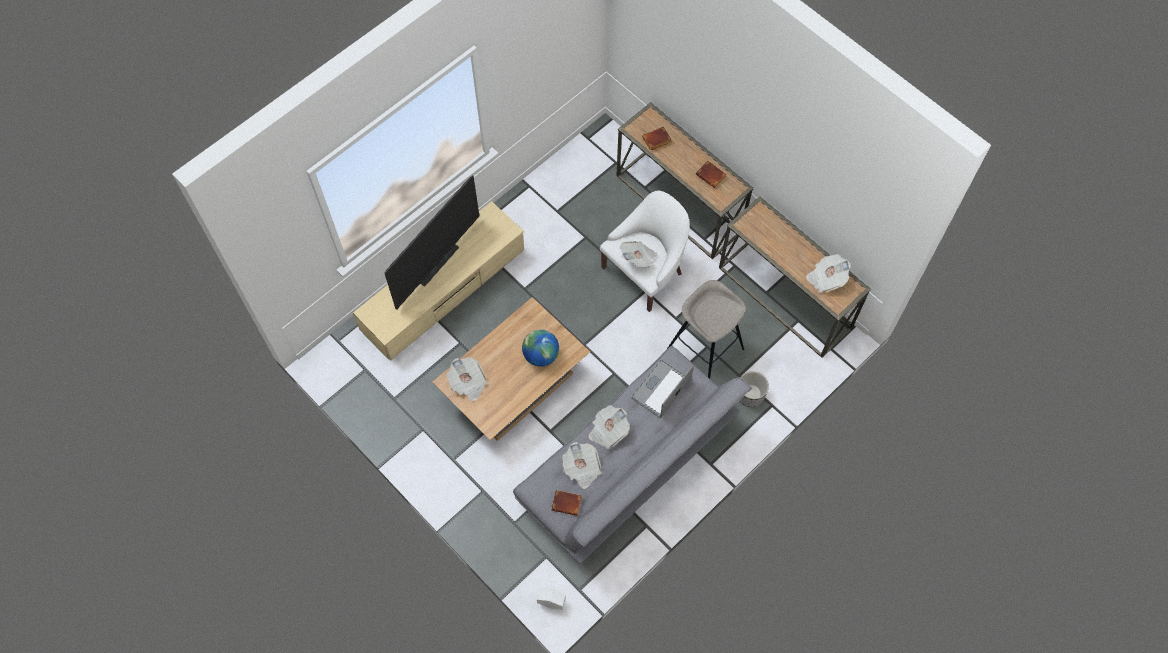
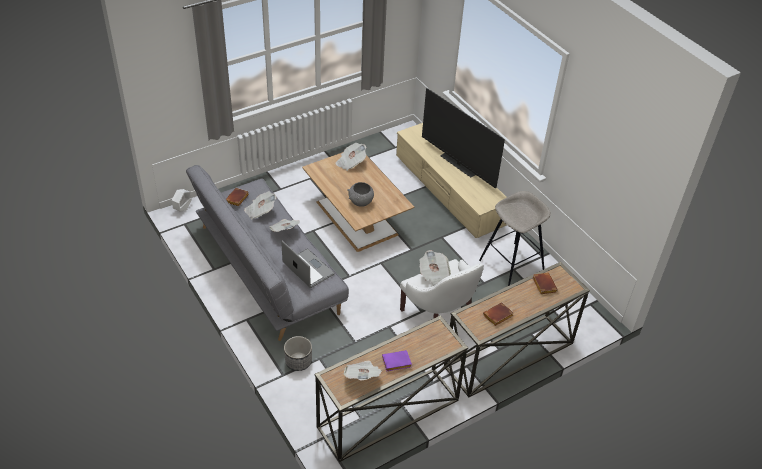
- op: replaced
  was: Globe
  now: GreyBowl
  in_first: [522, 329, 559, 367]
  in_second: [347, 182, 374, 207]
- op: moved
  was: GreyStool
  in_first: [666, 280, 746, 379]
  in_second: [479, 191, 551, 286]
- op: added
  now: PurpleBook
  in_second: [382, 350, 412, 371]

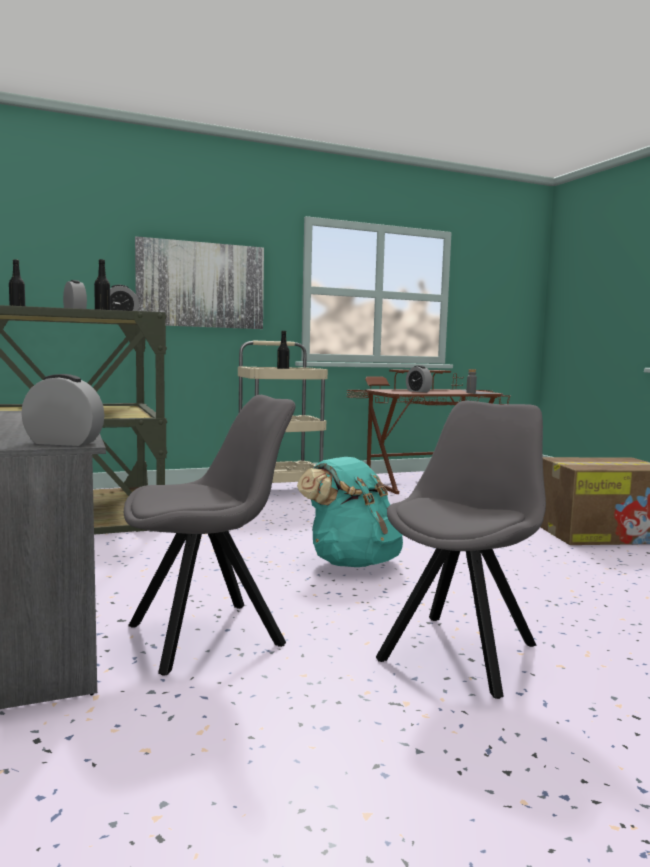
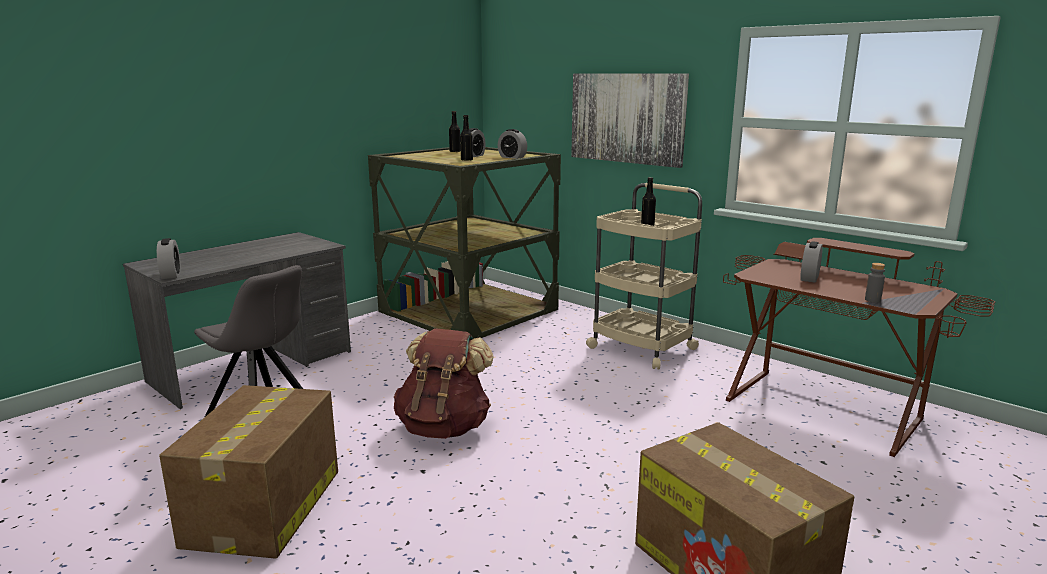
- op: recoloured
  was: TurquoiseBackpack
  now: BrownBackpack
  in_first: [297, 457, 403, 567]
  in_second: [394, 328, 494, 439]
- op: replaced
  was: GreyChair
  now: CardboardBox
  in_first: [376, 401, 546, 699]
  in_second: [159, 385, 338, 559]

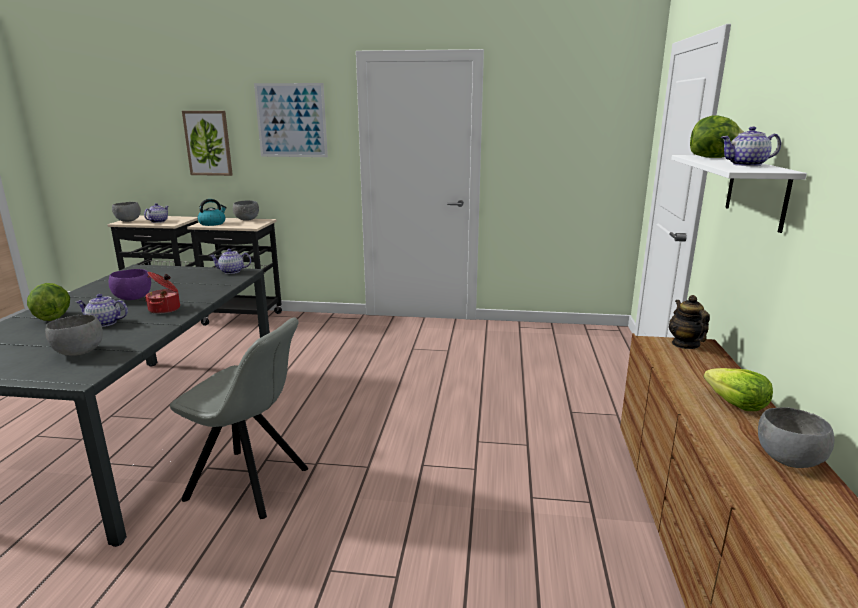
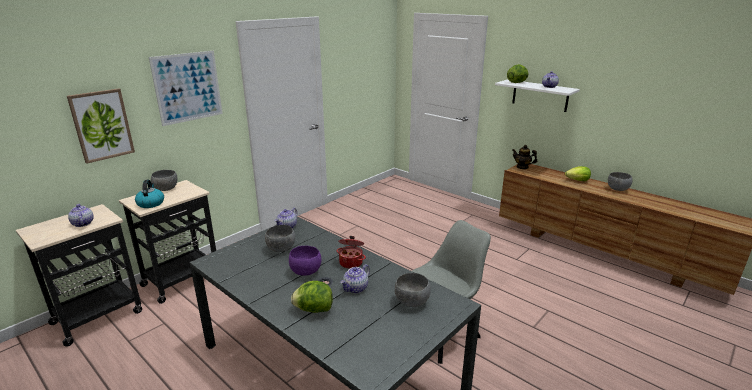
- op: moved
  was: GreyBowl
  in_first: [112, 202, 141, 222]
  in_second: [265, 225, 295, 252]

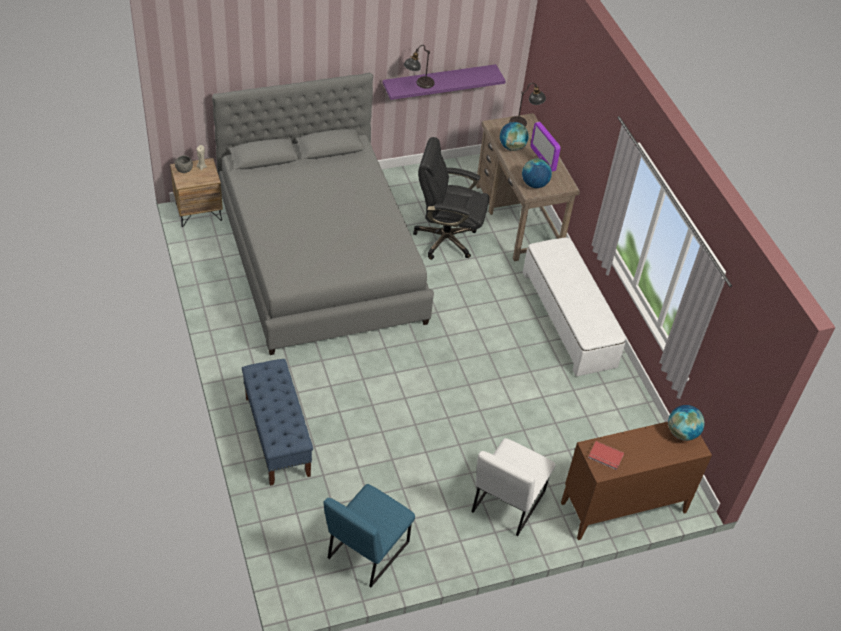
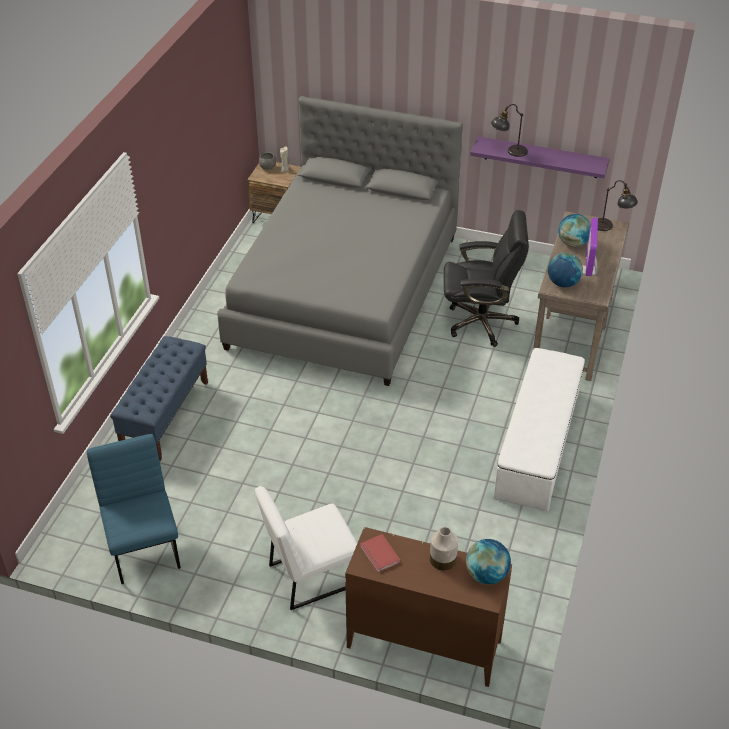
- op: turned
  was: BlueChair
  in_first: [323, 484, 415, 587]
  in_second: [87, 434, 181, 584]
  clockwise: 90
- op: turned
  was: BlackOfficeChair
  in_first: [413, 137, 489, 260]
  in_second: [444, 210, 529, 347]
  clockwise: 135
- op: added
  now: BeigeVase
  in_second: [430, 527, 458, 570]

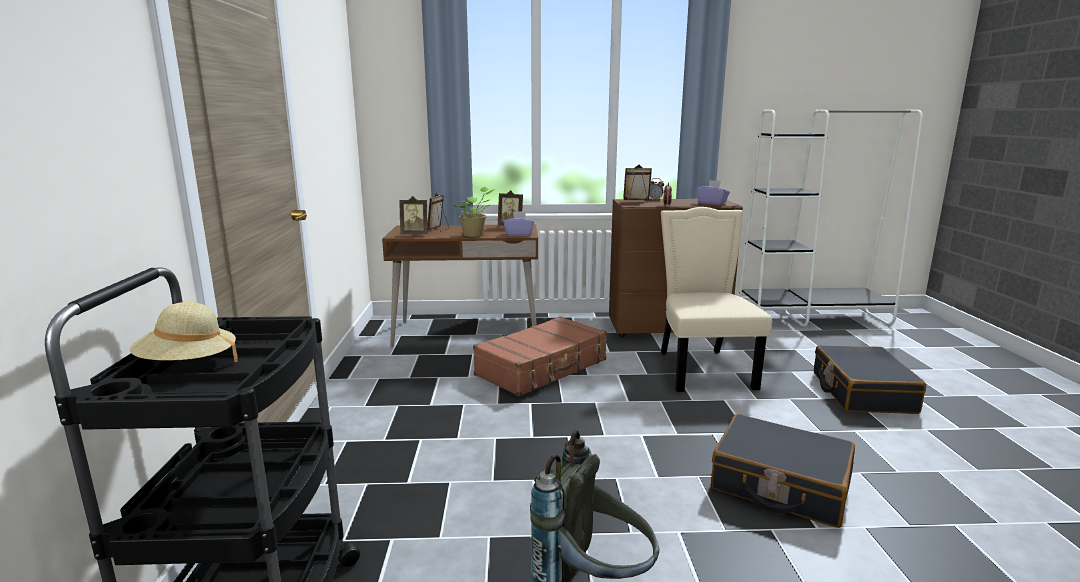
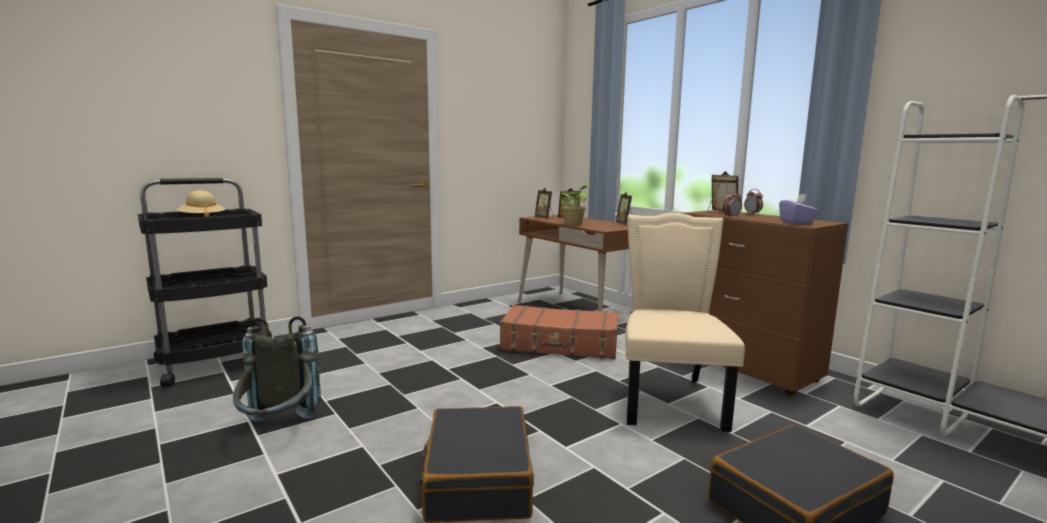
- op: removed
  was: PurpleTissueBox
  in_first: [503, 211, 534, 236]
- op: turned
  was: BeigeChair
  in_first: [661, 207, 772, 392]
  in_second: [625, 213, 745, 432]
  clockwise: -45

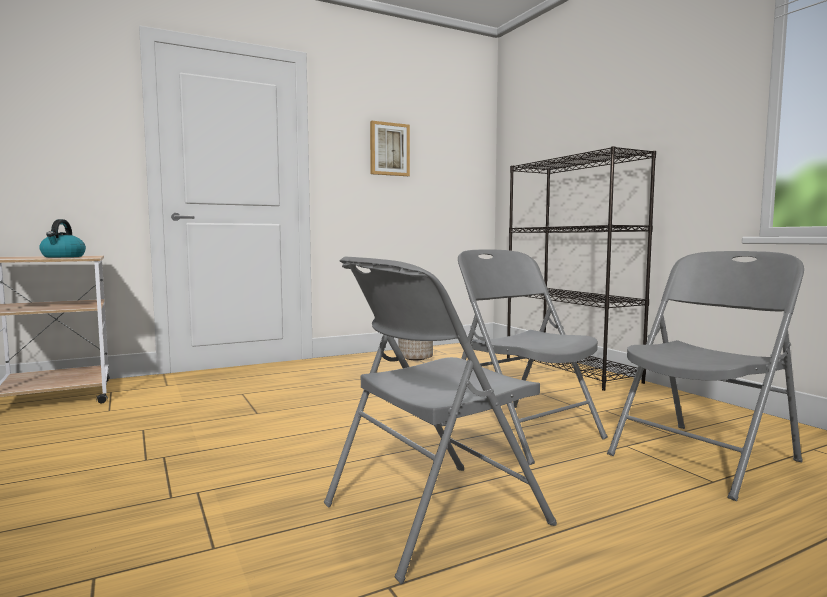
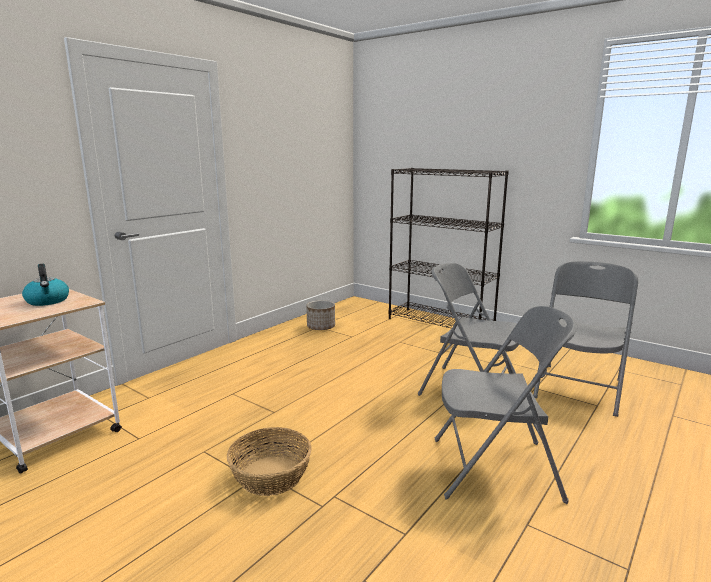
- op: turned
  was: GreyChair
  in_first: [324, 257, 557, 584]
  in_second: [435, 306, 578, 504]
  clockwise: -120
- op: removed
  was: Picture
  in_first: [370, 121, 410, 176]
- op: added
  now: Basket
  in_second: [227, 427, 312, 496]

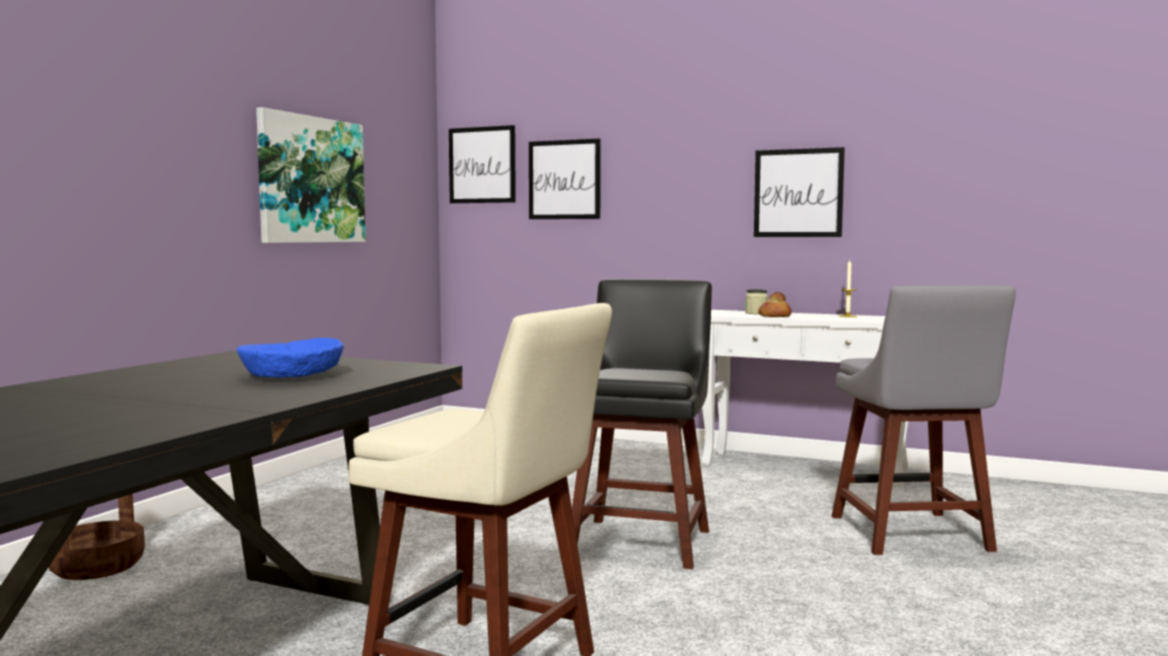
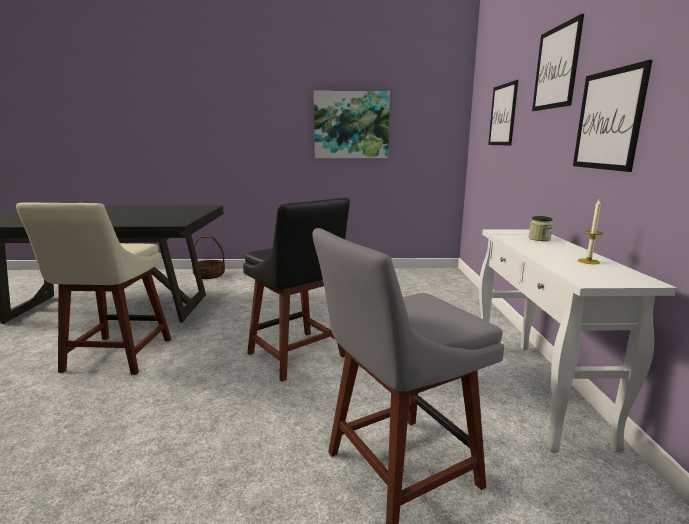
- op: removed
  was: BlueBowl
  in_first: [237, 338, 344, 378]
- op: moved
  was: Picture
  in_first: [449, 125, 516, 203]
  in_second: [532, 14, 584, 111]
- op: turned
  was: BlackChair
  in_first: [572, 279, 712, 569]
  in_second: [243, 198, 350, 382]
  clockwise: 60
- op: removed
  was: Bread
  in_first: [758, 292, 792, 317]

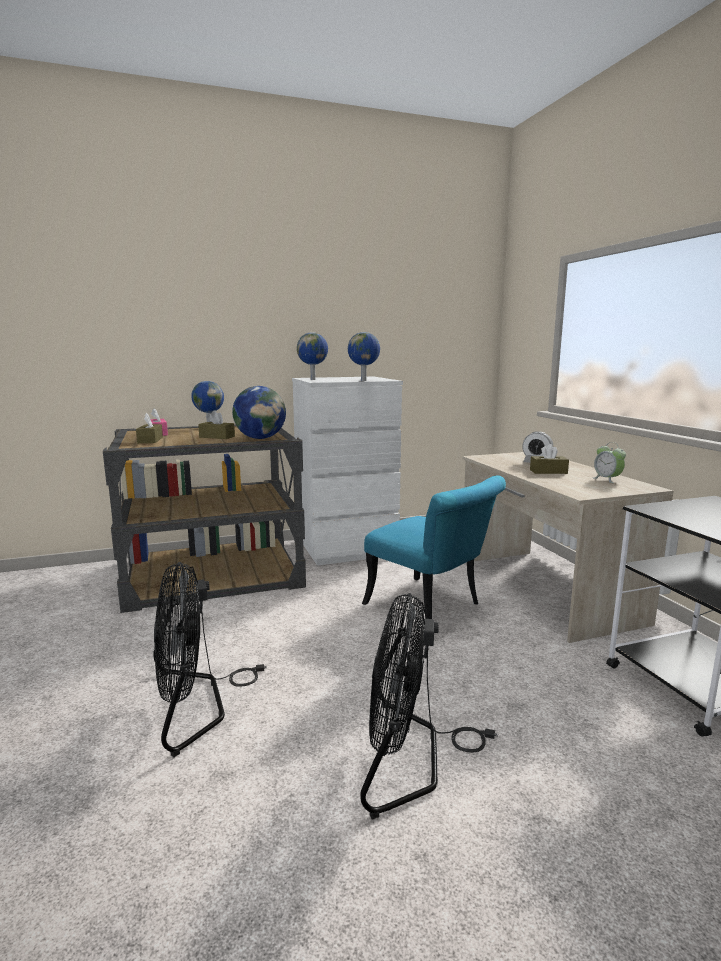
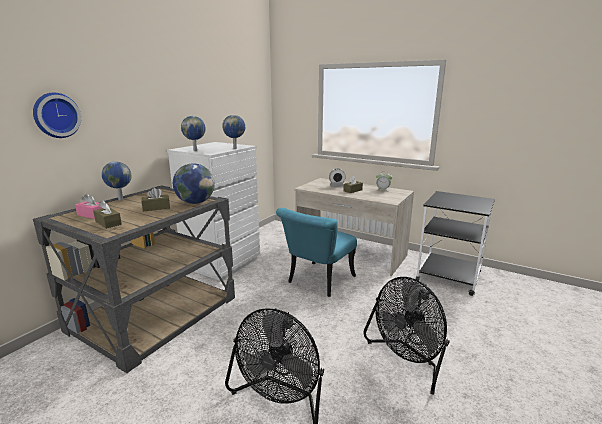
- op: turned
  was: TurquoiseChair
  in_first: [362, 475, 506, 619]
  in_second: [276, 208, 357, 297]
  clockwise: 120
- op: added
  now: WallClock
  in_second: [33, 93, 81, 138]

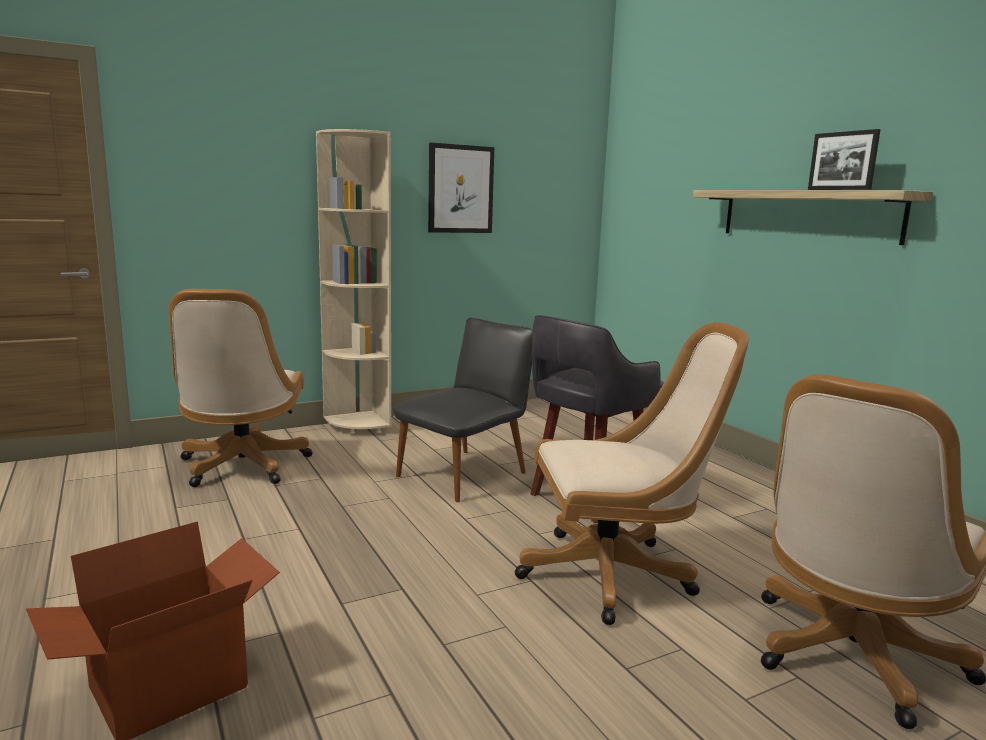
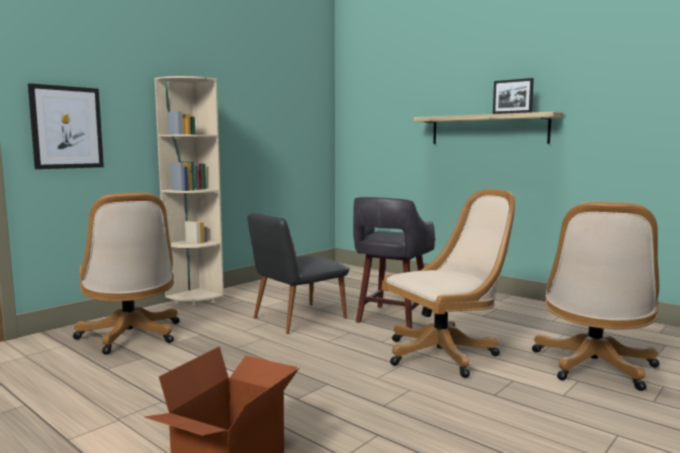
- op: turned
  was: BlackChair
  in_first: [392, 318, 533, 502]
  in_second: [248, 213, 350, 334]
  clockwise: -150
- op: moved
  was: Picture
  in_first: [428, 143, 494, 233]
  in_second: [28, 83, 104, 169]

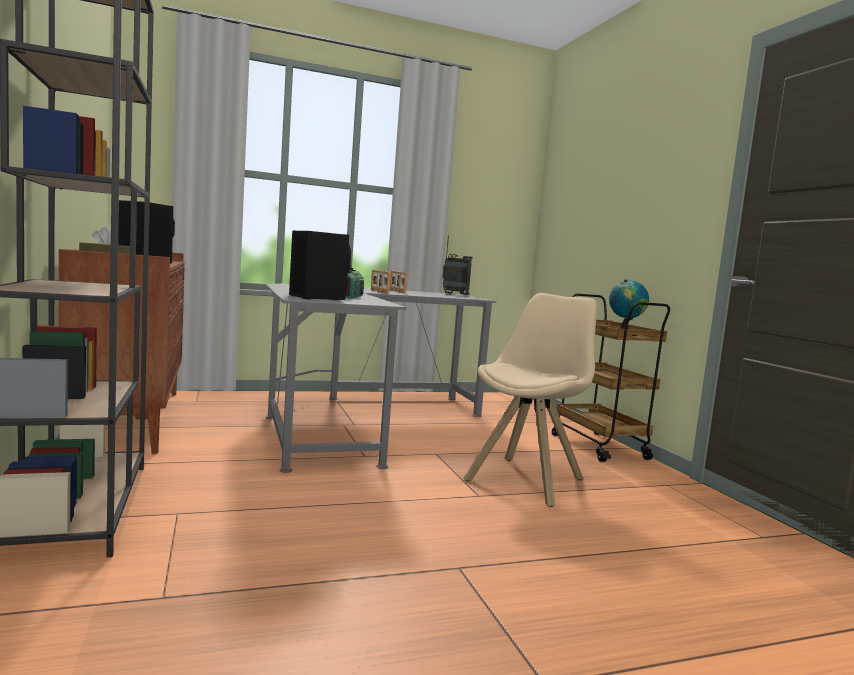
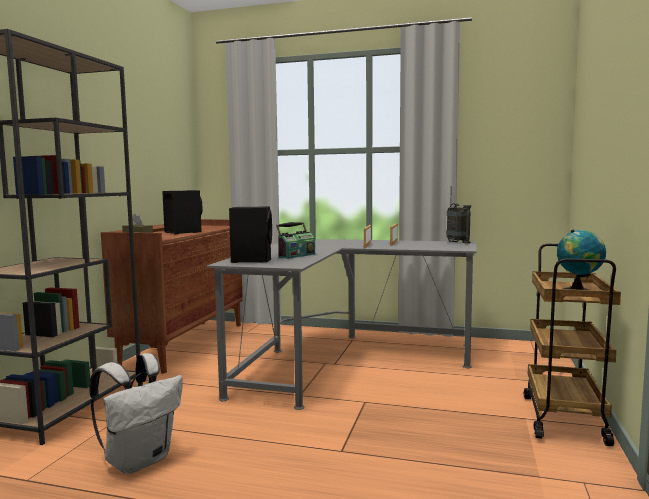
- op: removed
  was: BeigeChair
  in_first: [464, 293, 597, 507]
- op: added
  now: WhiteBackpack
  in_second: [90, 353, 183, 474]

